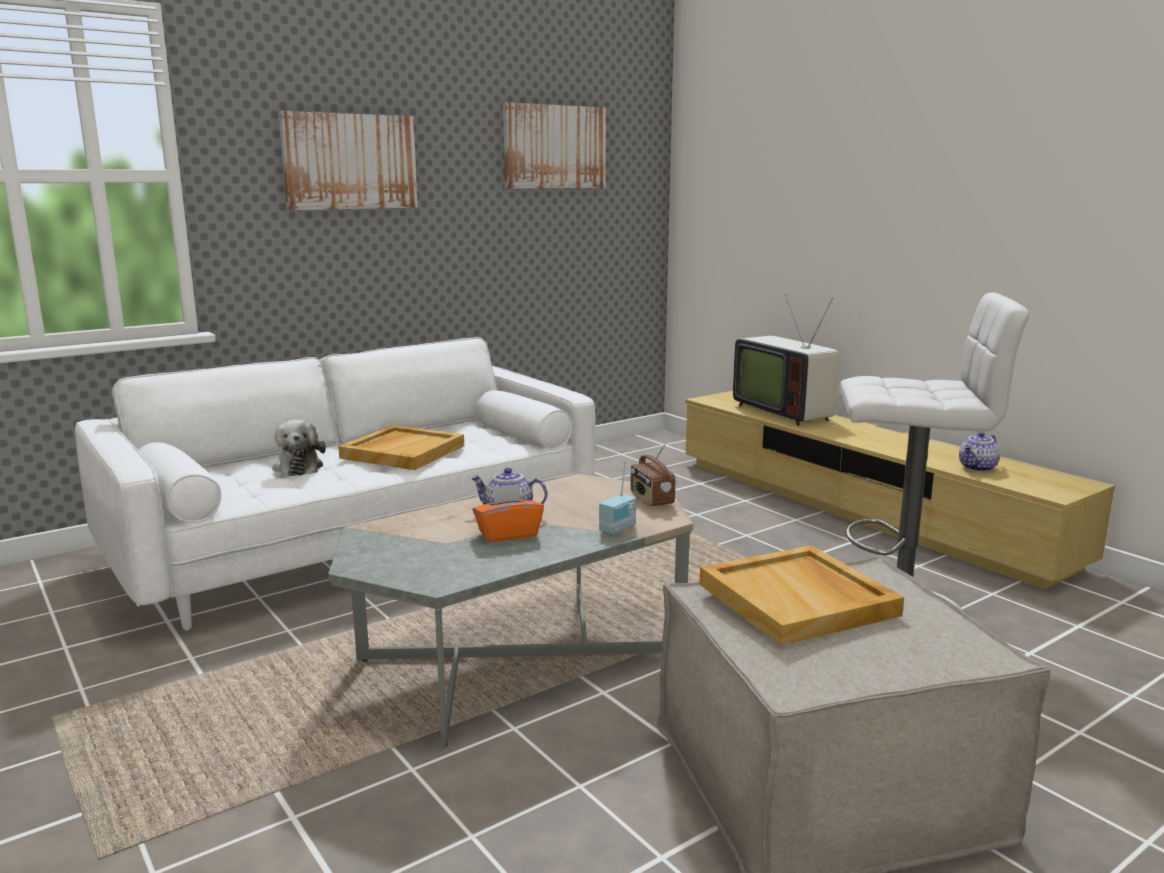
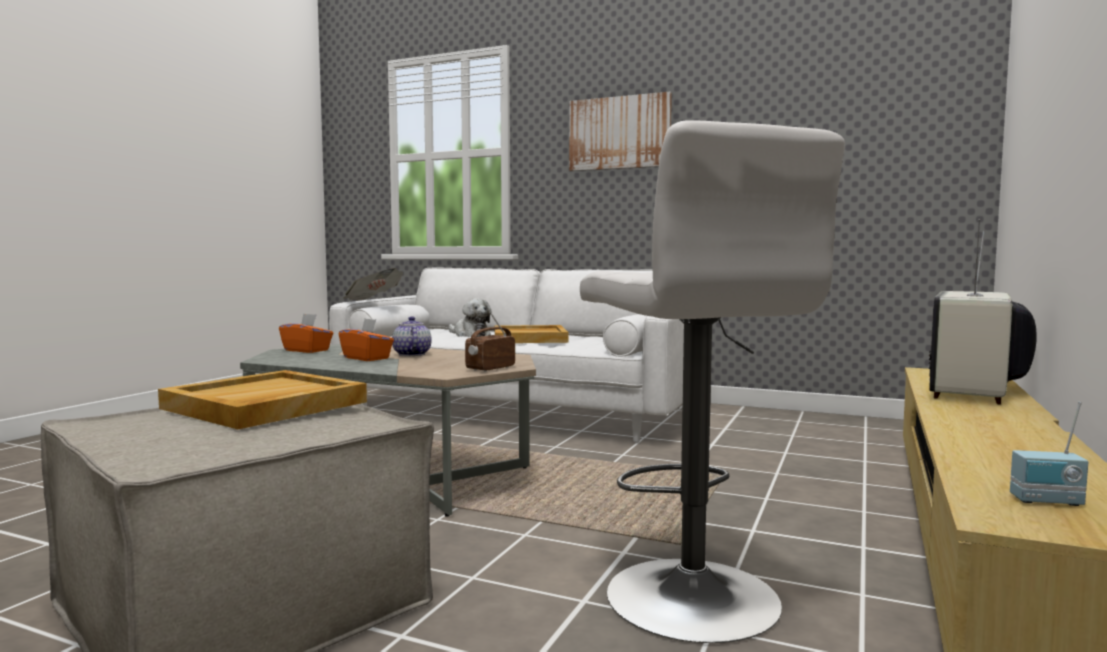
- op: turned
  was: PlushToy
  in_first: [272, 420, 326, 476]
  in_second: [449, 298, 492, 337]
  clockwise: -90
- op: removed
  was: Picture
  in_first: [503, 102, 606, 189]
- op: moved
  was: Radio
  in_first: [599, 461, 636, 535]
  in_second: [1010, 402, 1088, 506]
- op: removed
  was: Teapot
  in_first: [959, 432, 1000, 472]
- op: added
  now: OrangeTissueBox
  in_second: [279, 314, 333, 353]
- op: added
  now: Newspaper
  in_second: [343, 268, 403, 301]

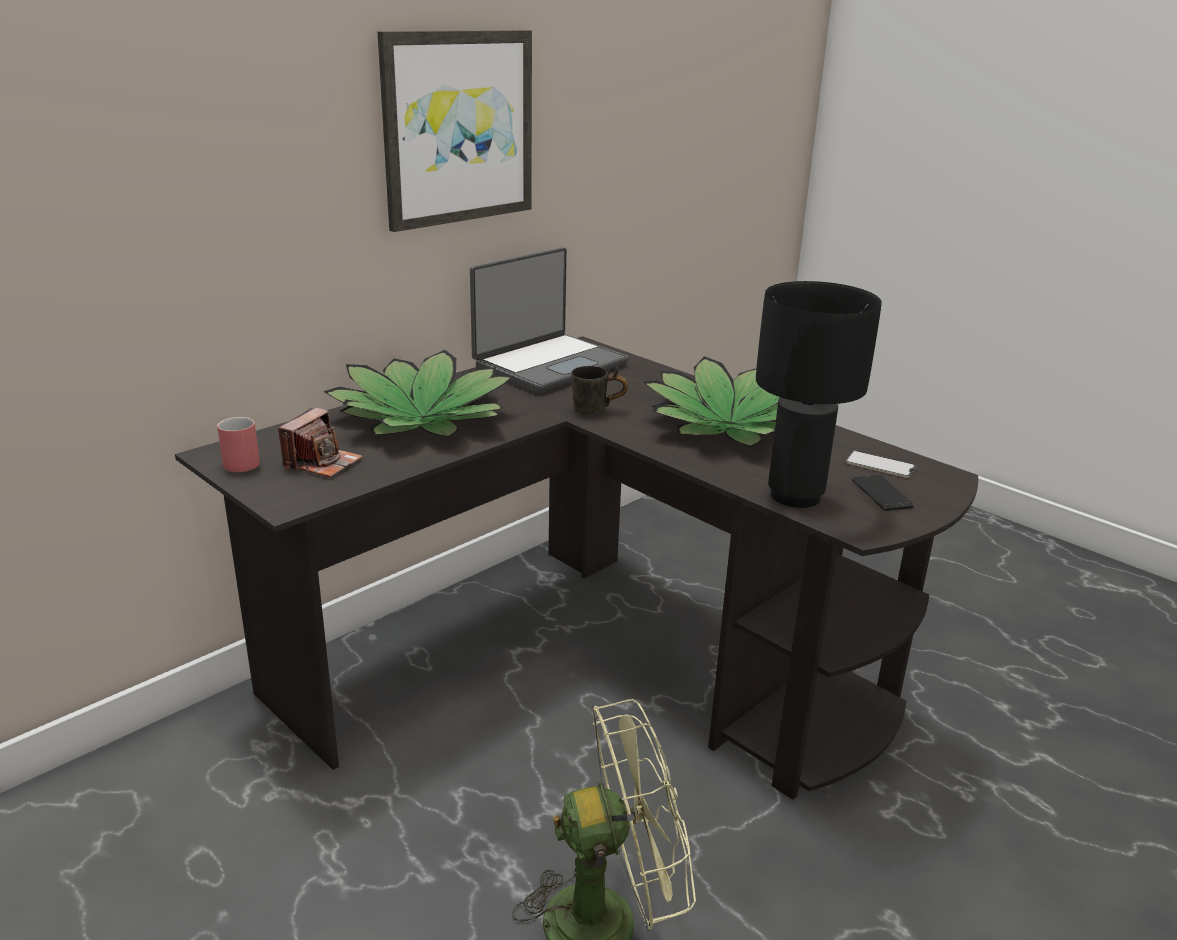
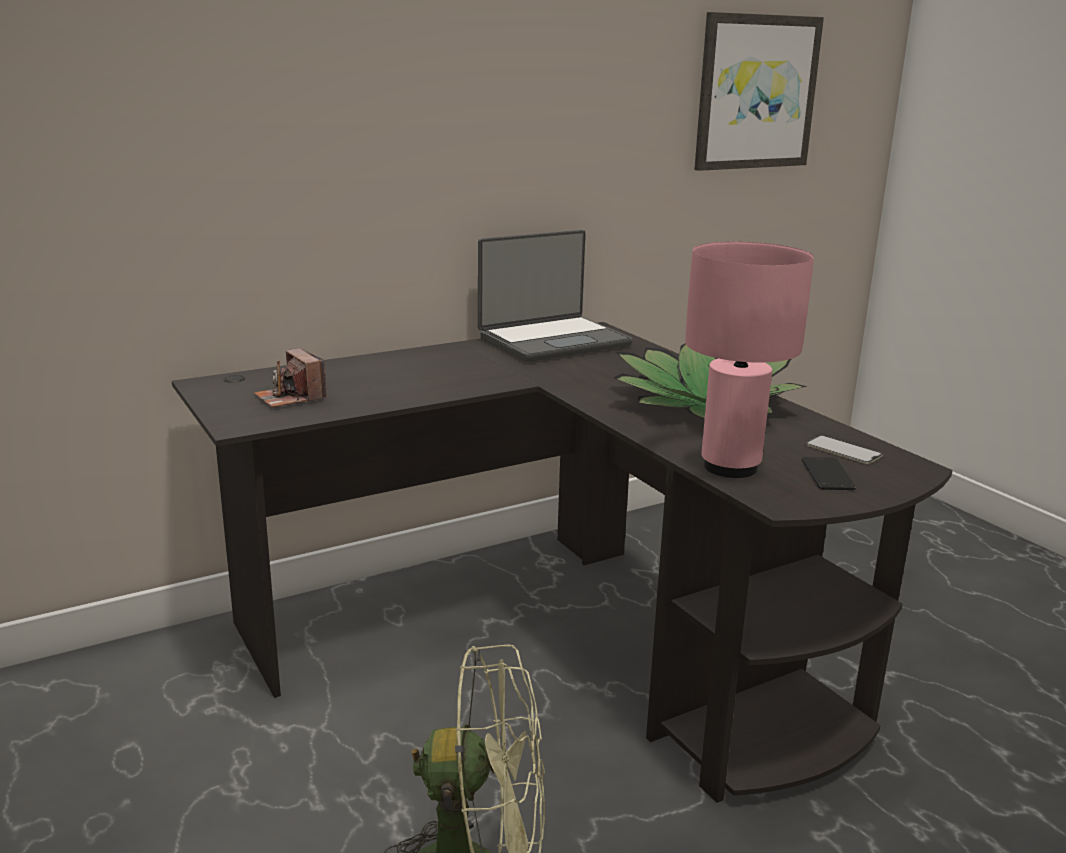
- op: removed
  was: RedMug
  in_first: [217, 417, 260, 472]
- op: turned
  was: PhotoCamera
  in_first: [278, 408, 363, 477]
  in_second: [254, 348, 327, 408]
  clockwise: 105
- op: removed
  was: PottedPlant
  in_first: [323, 350, 514, 437]
- op: moved
  was: Picture
  in_first: [378, 30, 532, 232]
  in_second: [694, 12, 824, 171]
- op: removed
  was: GreyMug
  in_first: [571, 366, 628, 414]
- op: recoloured
  was: BlackTableLamp
  now: PinkTableLamp
  in_first: [756, 281, 882, 508]
  in_second: [685, 242, 814, 478]

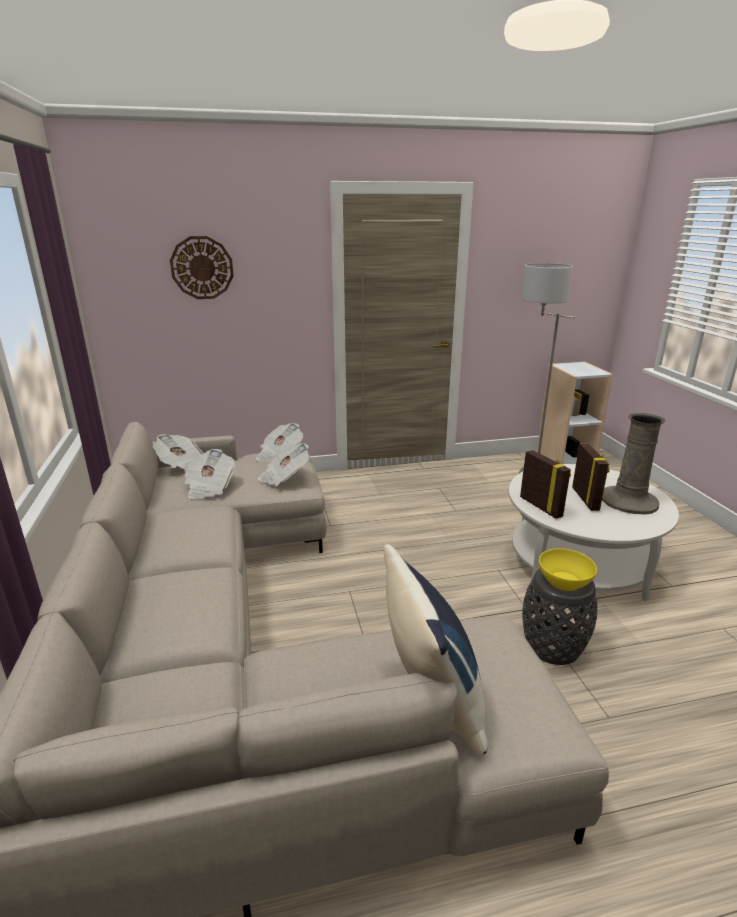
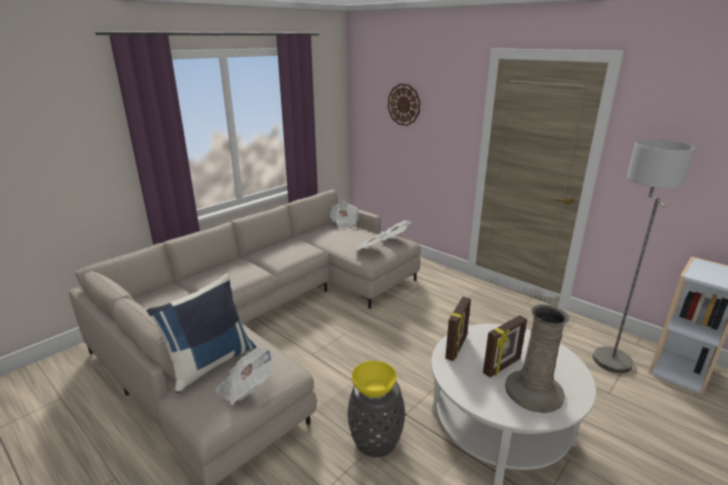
- op: moved
  was: Newspaper
  in_first: [184, 449, 236, 500]
  in_second: [215, 348, 274, 405]

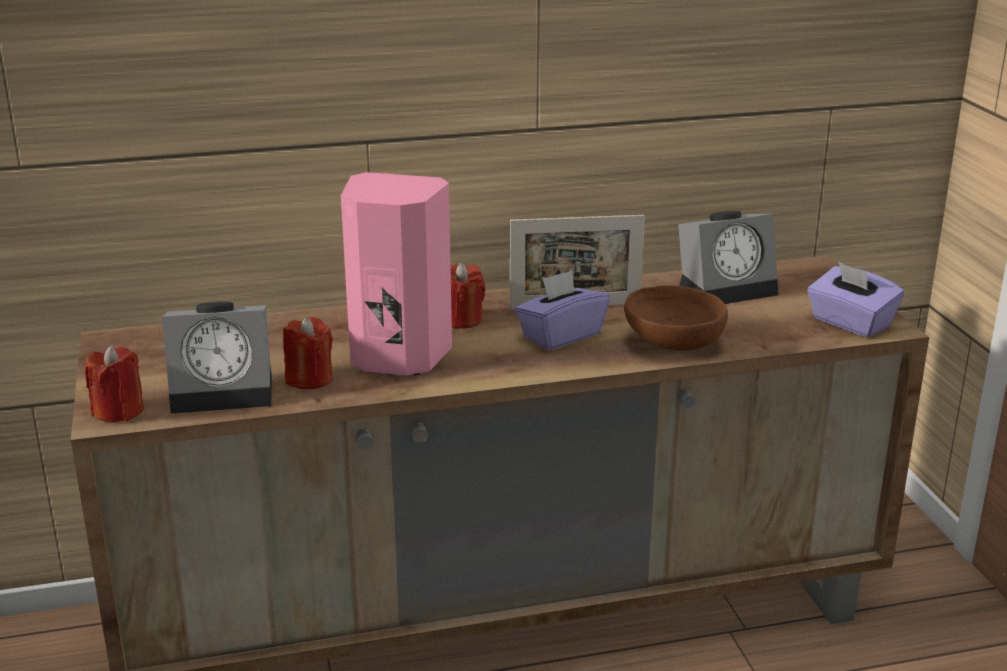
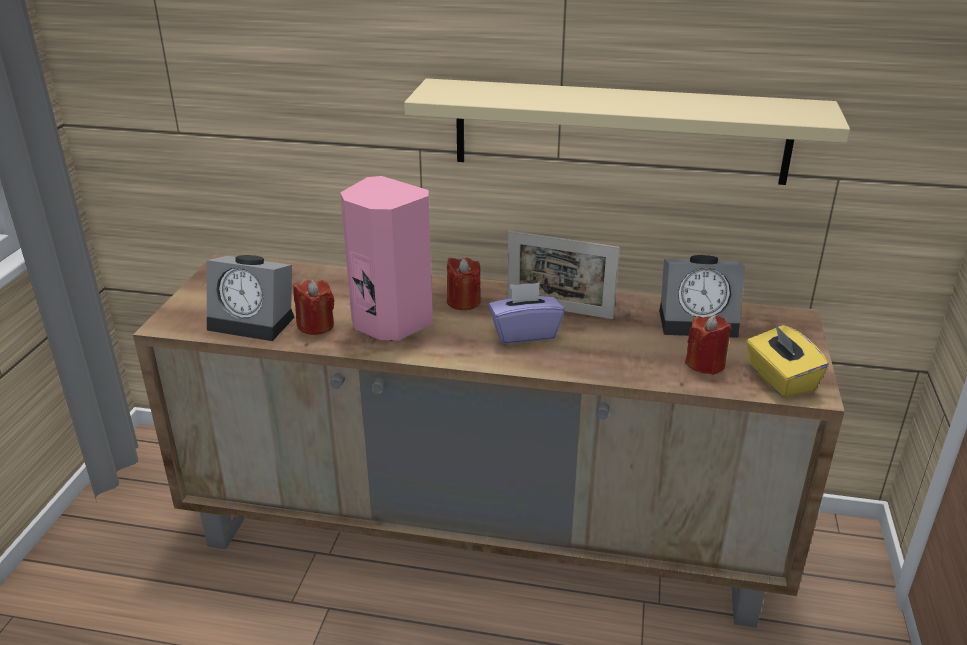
- op: moved
  was: RedCandle
  in_first: [85, 345, 144, 422]
  in_second: [685, 315, 731, 375]
- op: removed
  was: BrownBowl
  in_first: [624, 285, 728, 351]
- op: recoloured
  was: PurpleTissueBox
  now: YellowTissueBox
  in_first: [807, 262, 904, 338]
  in_second: [746, 324, 829, 398]
- op: added
  now: BeigeShelf
  in_second: [404, 78, 850, 185]

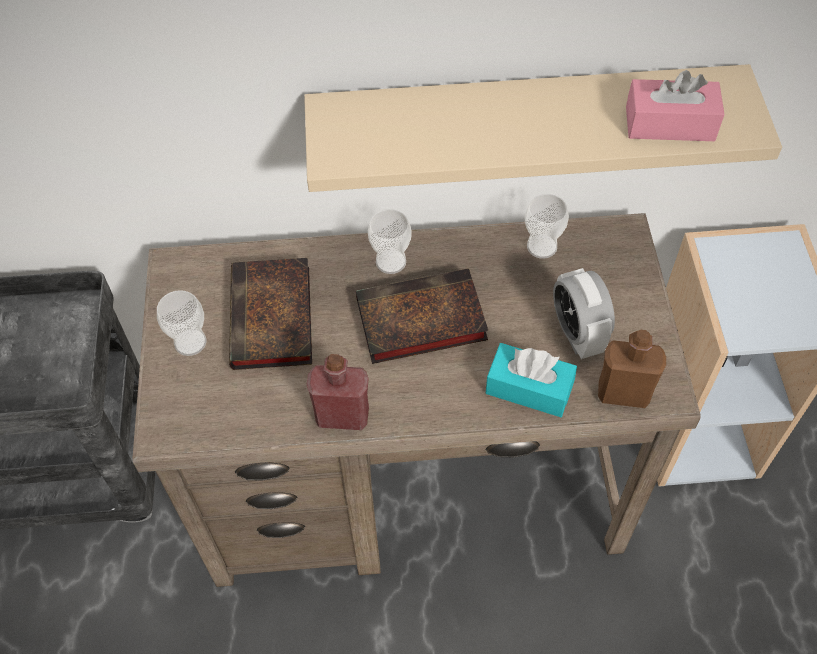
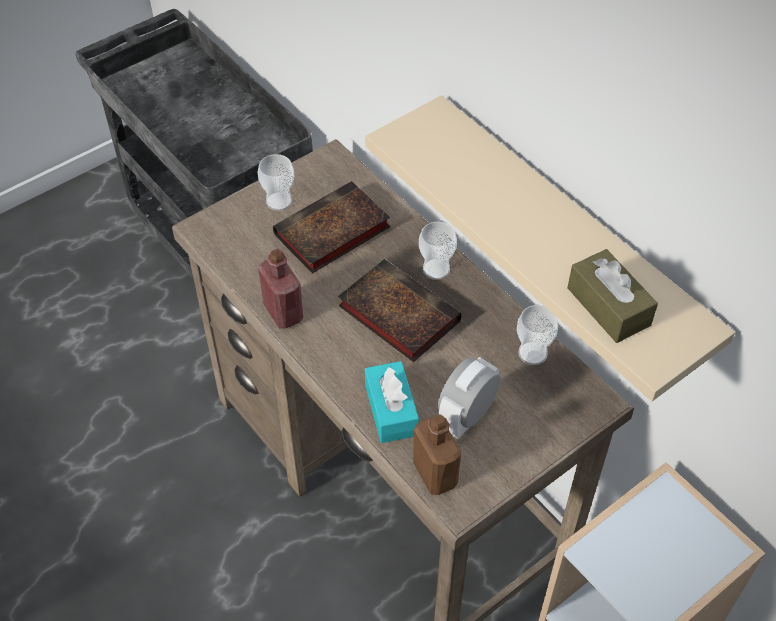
- op: recoloured
  was: PinkTissueBox
  now: BrownTissueBox
  in_first: [626, 70, 725, 141]
  in_second: [567, 249, 658, 343]

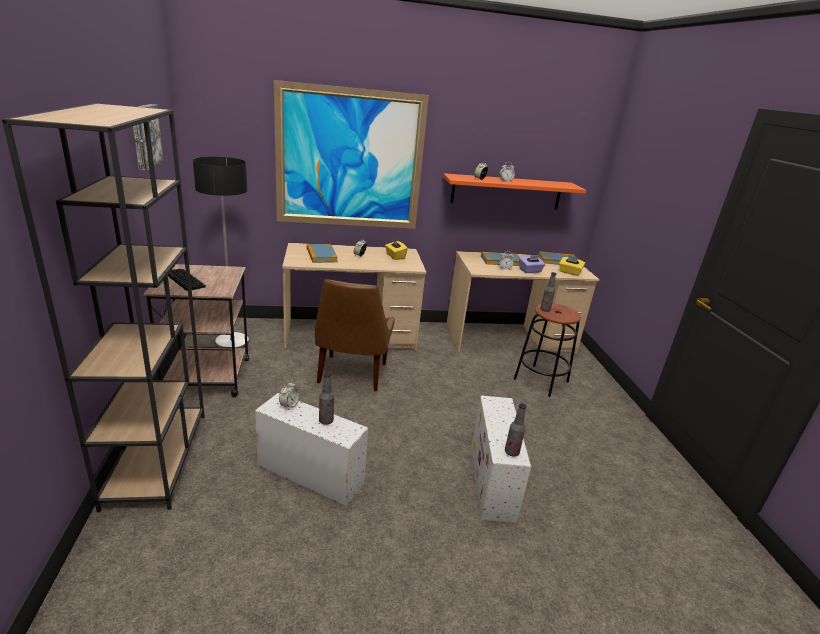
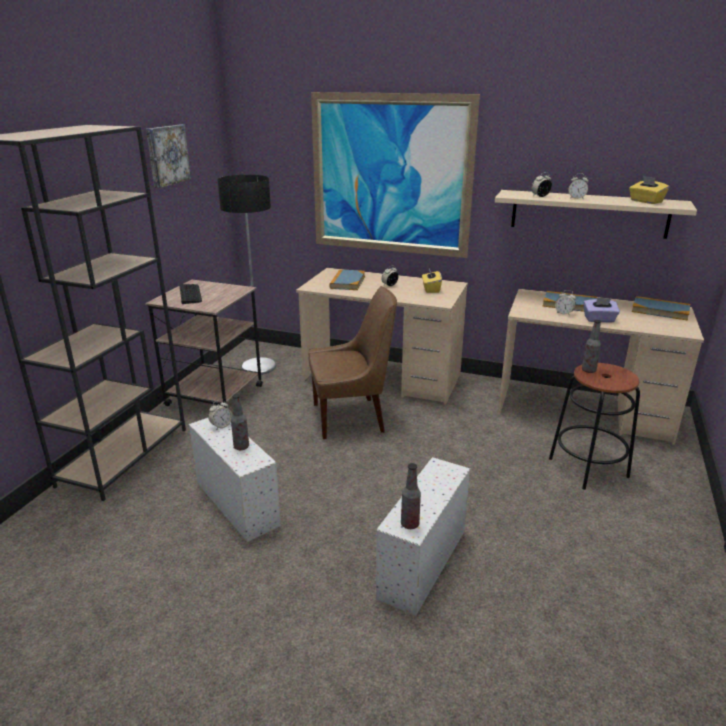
- op: turned
  was: BrownChair
  in_first: [315, 279, 395, 391]
  in_second: [308, 286, 397, 439]
  clockwise: -135
- op: recoloured
  was: OrangeShelf
  now: BeigeShelf
  in_first: [443, 173, 586, 209]
  in_second: [495, 190, 697, 239]
- op: moved
  was: YellowTissueBox
  in_first: [559, 255, 585, 276]
  in_second: [629, 176, 669, 204]

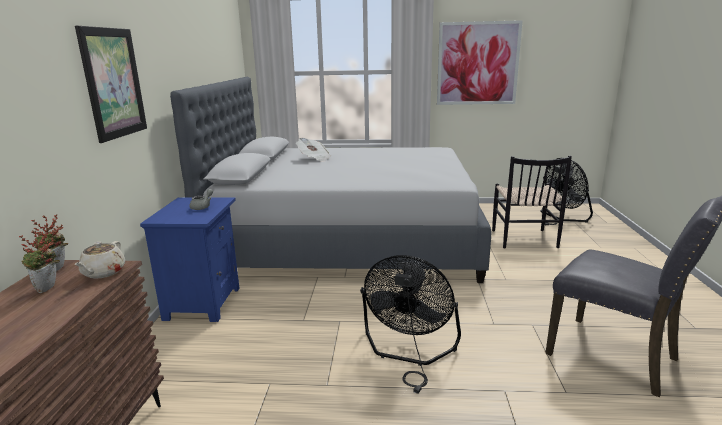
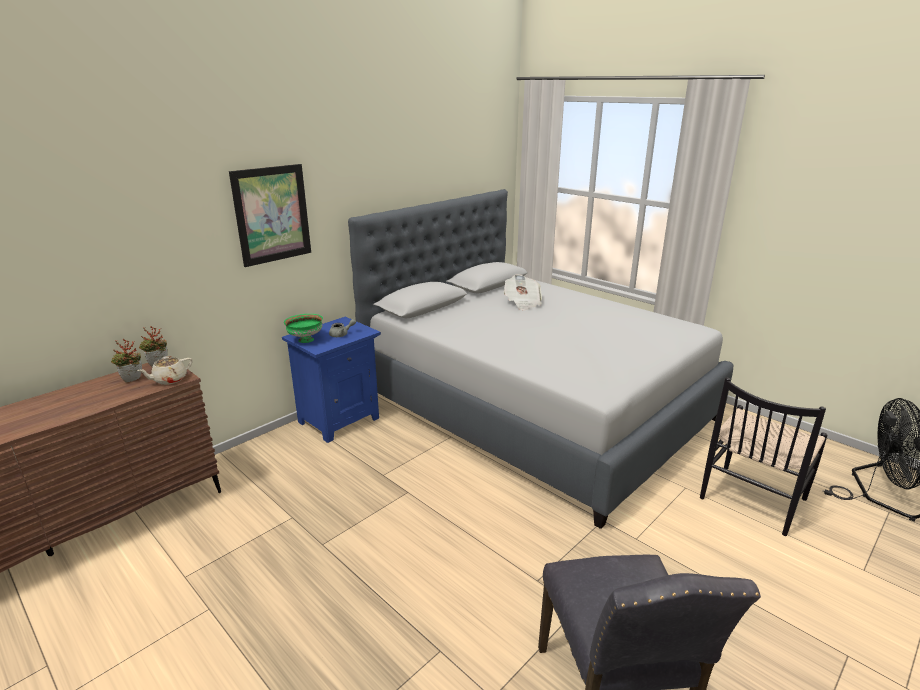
- op: removed
  was: BlackFan
  in_first: [360, 255, 461, 394]
- op: removed
  was: Picture
  in_first: [437, 20, 523, 105]
- op: added
  now: GreenBowl
  in_second: [284, 314, 323, 343]

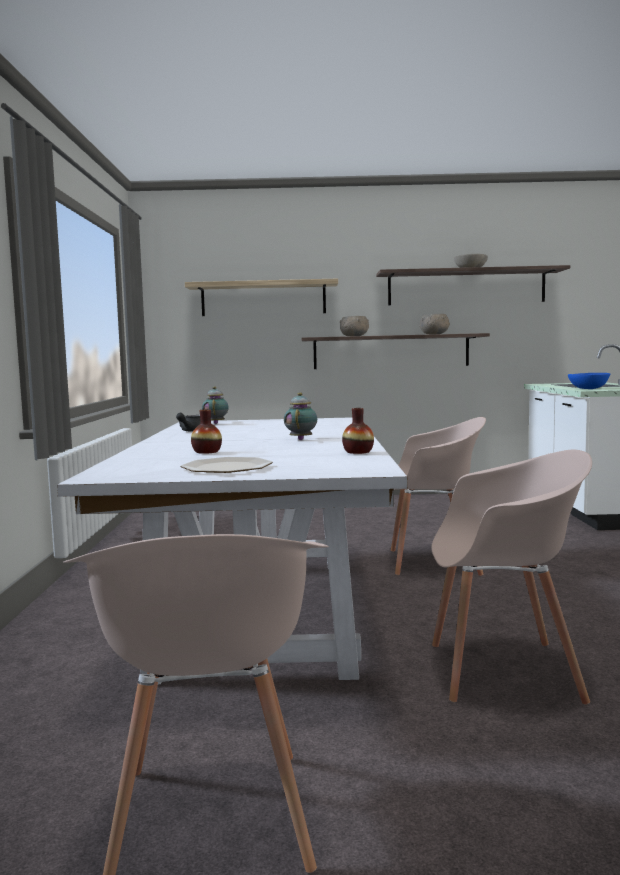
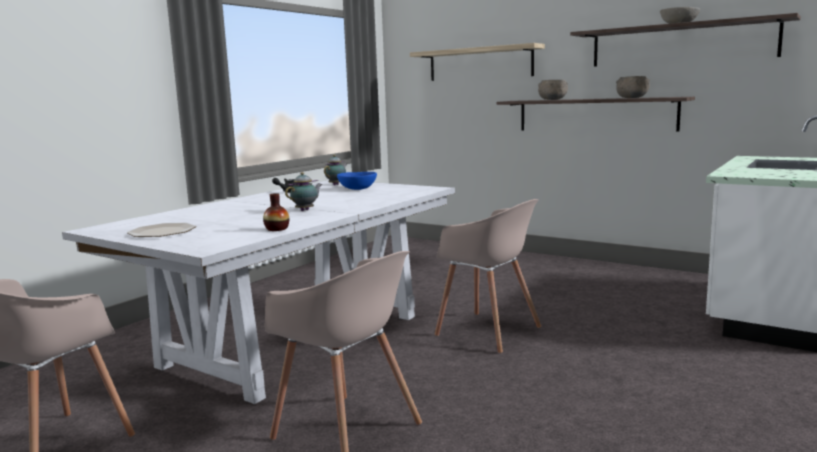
- op: removed
  was: Vase
  in_first: [191, 409, 222, 454]
- op: moved
  was: BlueBowl
  in_first: [568, 373, 610, 389]
  in_second: [337, 172, 377, 190]

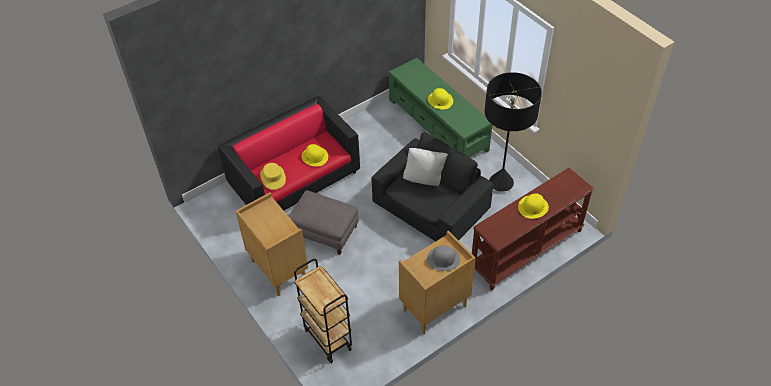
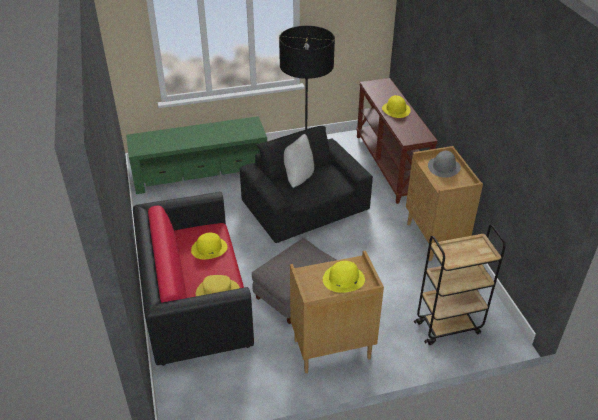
- op: moved
  was: YellowHat
  in_first: [428, 88, 453, 109]
  in_second: [323, 261, 365, 293]

